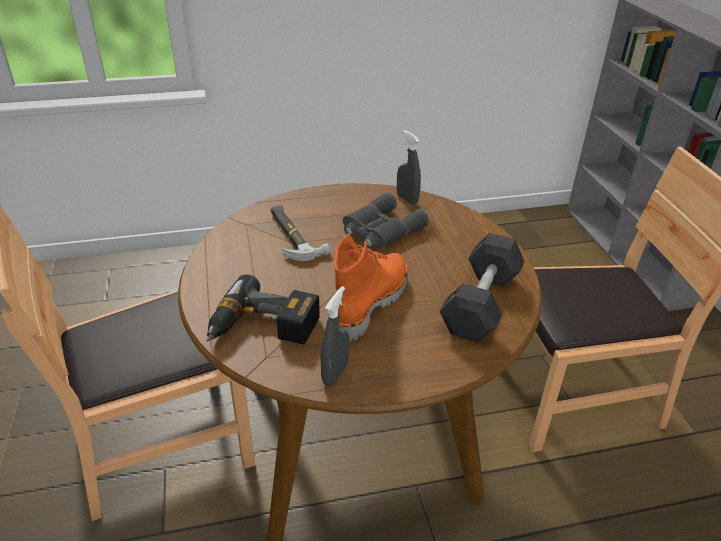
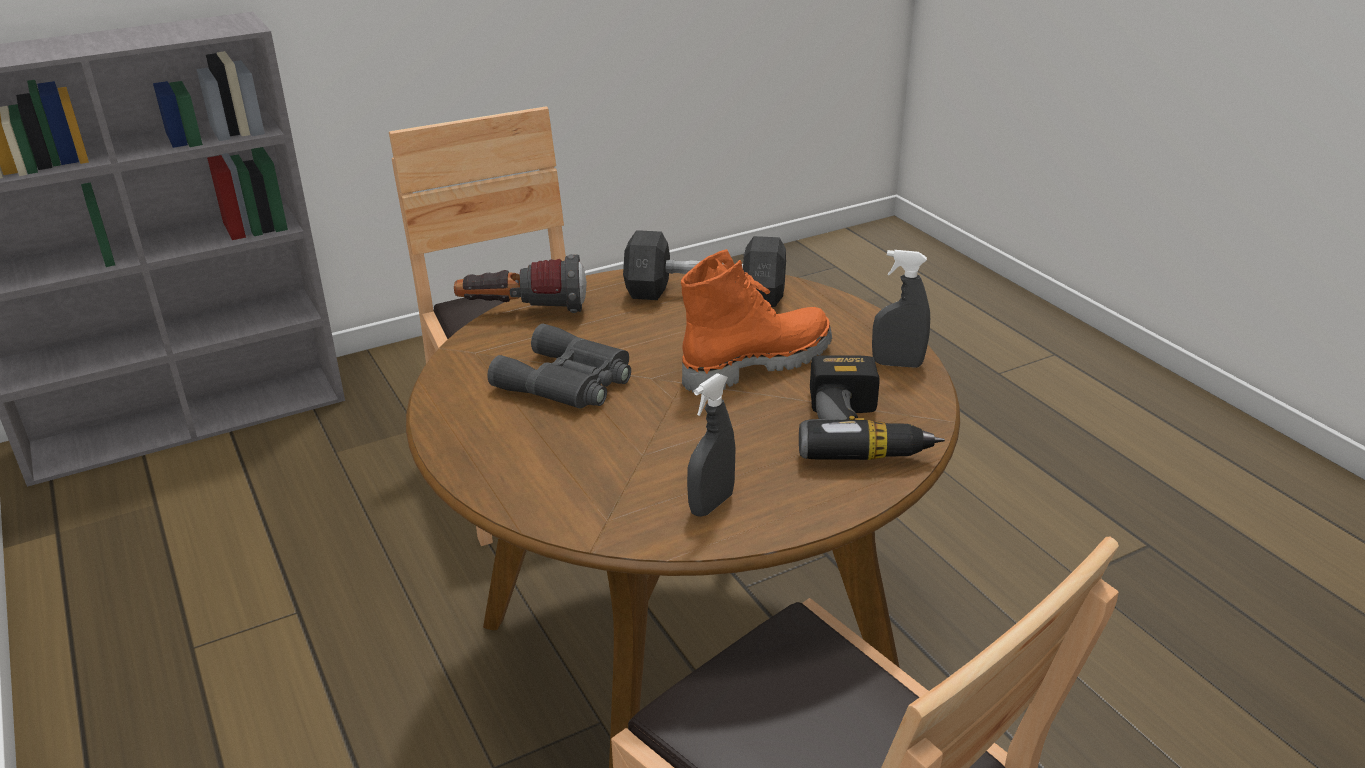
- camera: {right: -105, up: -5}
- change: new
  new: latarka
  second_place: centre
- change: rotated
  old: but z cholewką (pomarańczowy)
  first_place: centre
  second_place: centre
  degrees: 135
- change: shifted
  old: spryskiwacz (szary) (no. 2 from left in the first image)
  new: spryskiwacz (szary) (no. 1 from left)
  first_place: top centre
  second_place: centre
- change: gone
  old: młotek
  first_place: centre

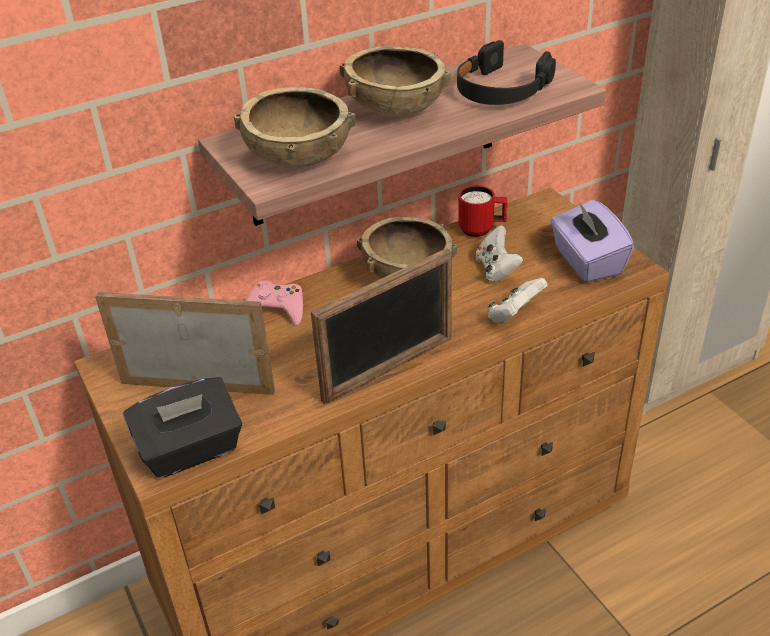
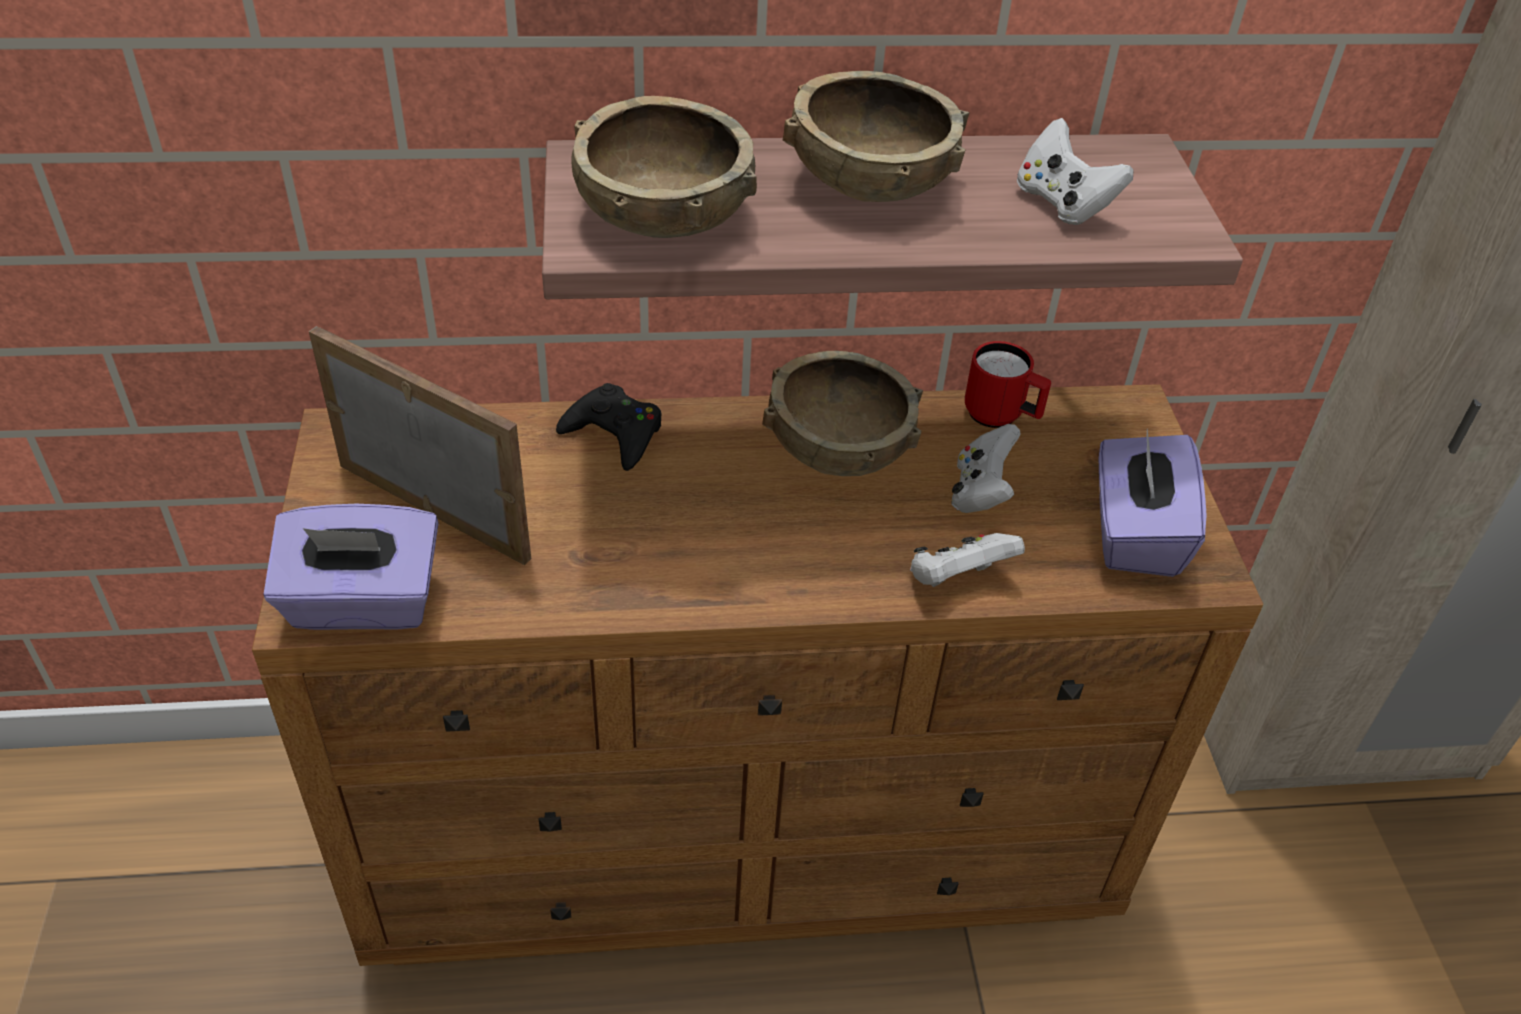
- camera: {right: 20, up: 5}
- change: repainted
  old: pudełko chusteczek (czarny)
  new: pudełko chusteczek (fioletowy) (no. 1 from left)
  first_place: bottom left
  second_place: middle left
- change: repainted
  old: pad do gier (różowy)
  new: pad do gier (czarny)
  first_place: centre
  second_place: centre
- change: swapped
  old: słuchawki (czarny)
  new: pad do gier (biały) (no. 3 from left)
  first_place: top centre
  second_place: top right
- change: gone
  old: ramka na zdjęcie (no. 2 from left)
  first_place: centre

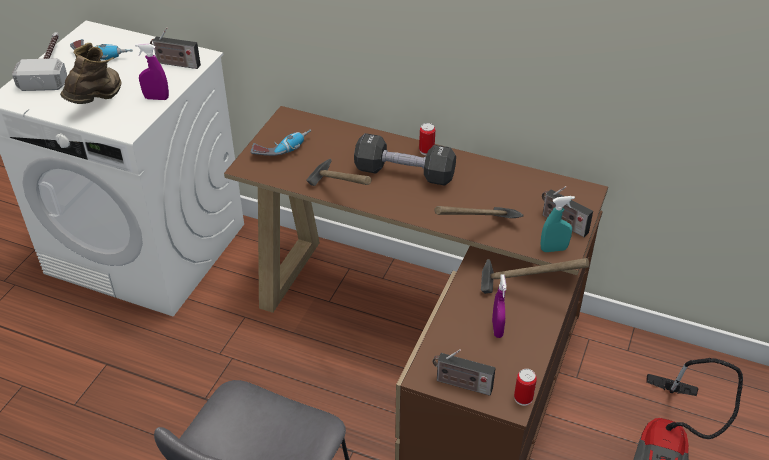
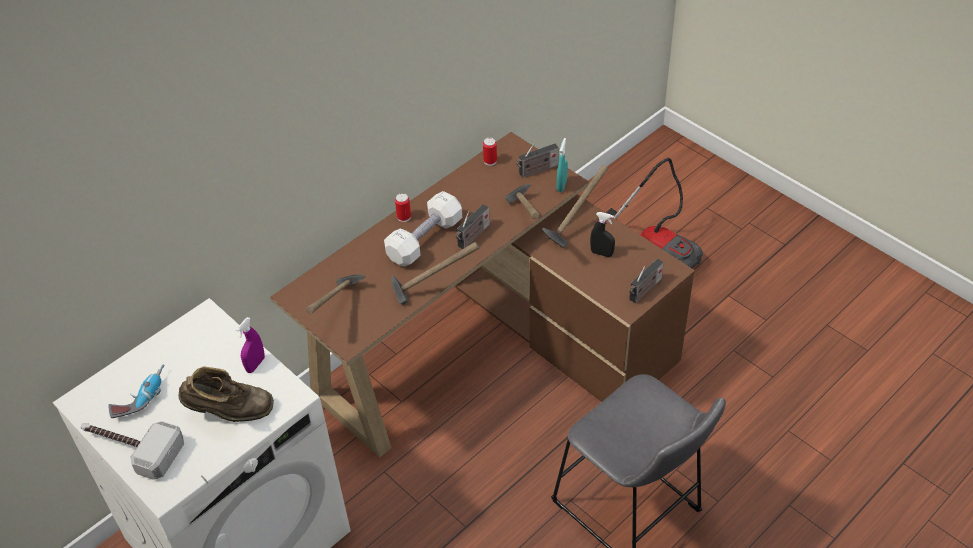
- camera: {right: -65, up: 5}
- change: rotated
  old: but z cholewką (brązowy)
  first_place: top left
  second_place: bottom left
  degrees: 135
- change: swapped
  old: wiertarka (no. 2 from left)
  new: młotek (no. 2 from left)
  first_place: top centre
  second_place: centre
- change: repainted
  old: hantel (czarny)
  new: hantel (biały)
  first_place: centre
  second_place: centre
- change: shifted
  old: radio (no. 1 from left)
  first_place: top left
  second_place: centre
- change: shifted
  old: puszka (no. 2 from left)
  first_place: bottom right
  second_place: top centre
- change: repainted
  old: spryskiwacz (fioletowy) (no. 2 from left)
  new: spryskiwacz (czarny)
  first_place: centre
  second_place: centre

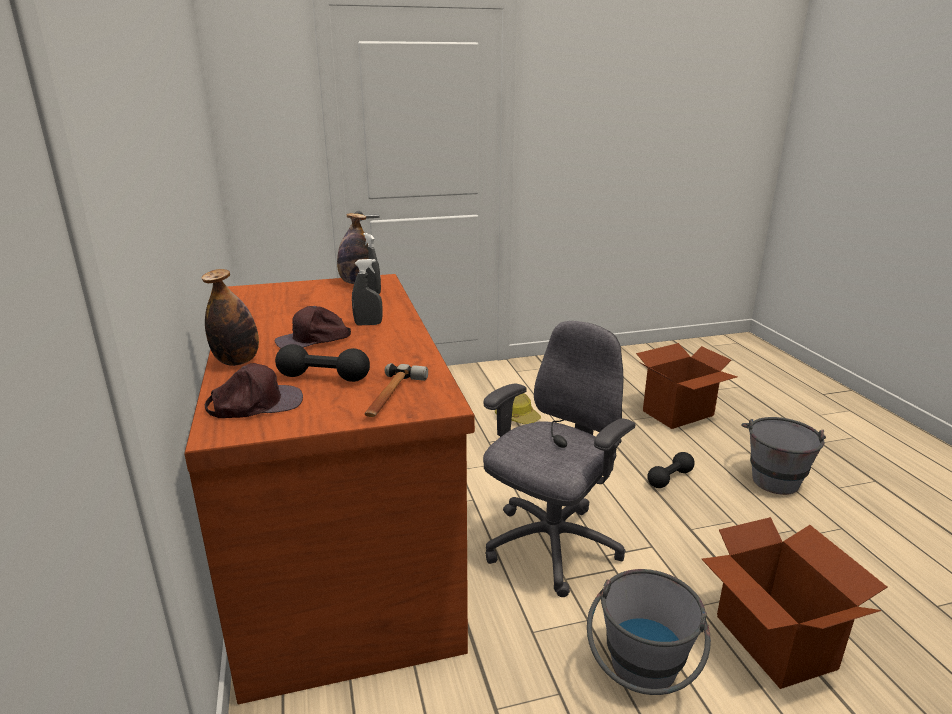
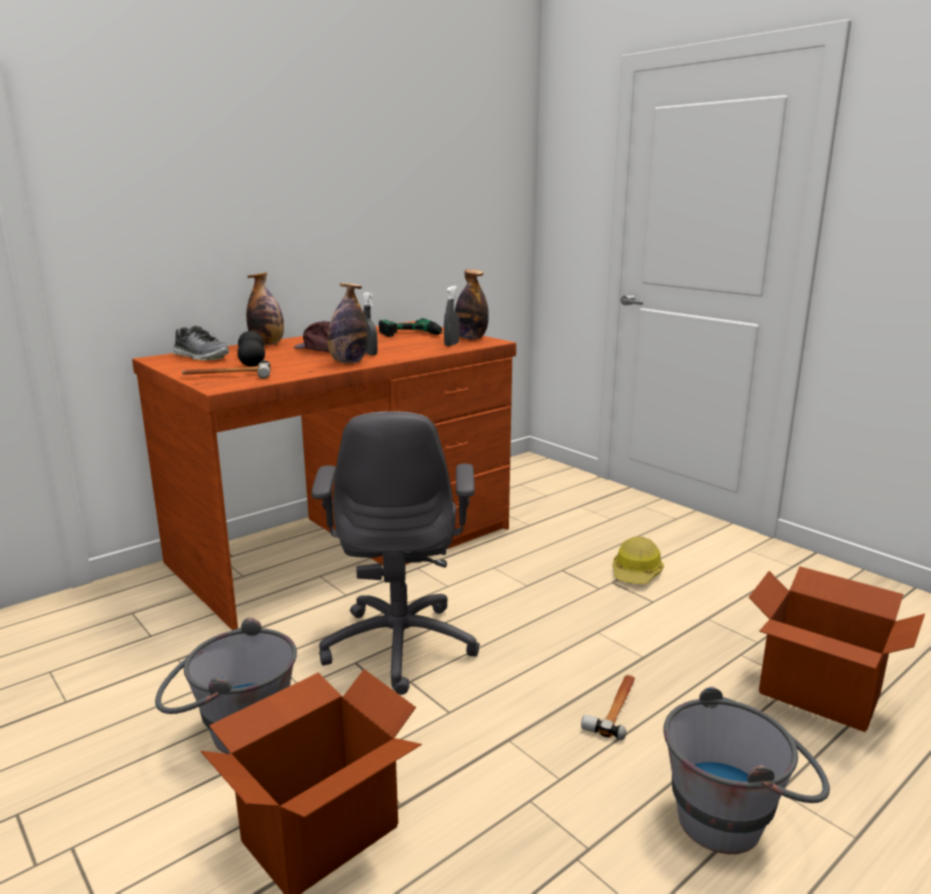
- camera: {right: 65, up: -5}
- change: swapped
  old: czapka z daszkiem (brązowy) (no. 1 from left)
  new: but
  first_place: middle left
  second_place: middle left
- change: rotated
  old: krzesło biurowe (szary)
  first_place: centre
  second_place: centre
  degrees: 75
- change: new
  new: butelka (no. 2 from left)
  second_place: centre
- change: new
  new: wiertarka
  second_place: centre
- change: swapped
  old: hantel (czarny) (no. 2 from left)
  new: młotek (no. 2 from left)
  first_place: middle right
  second_place: bottom centre

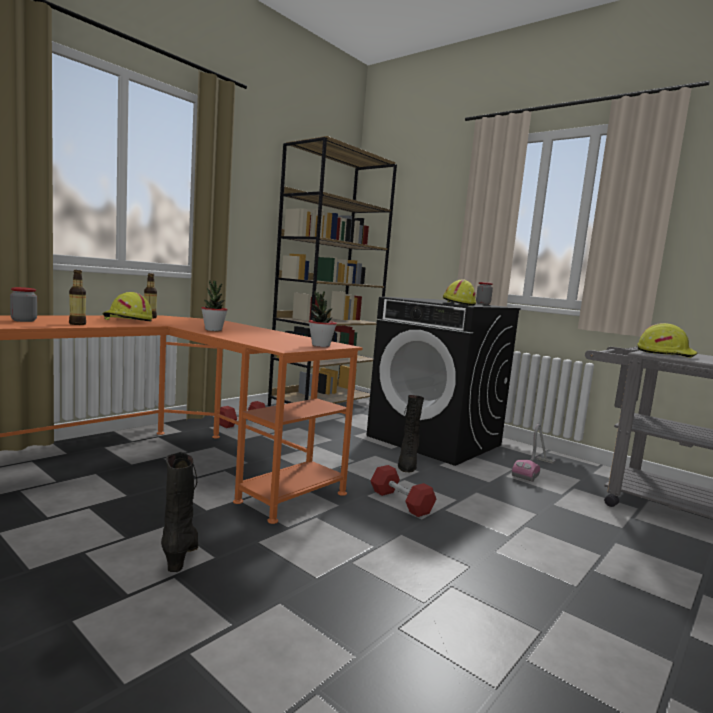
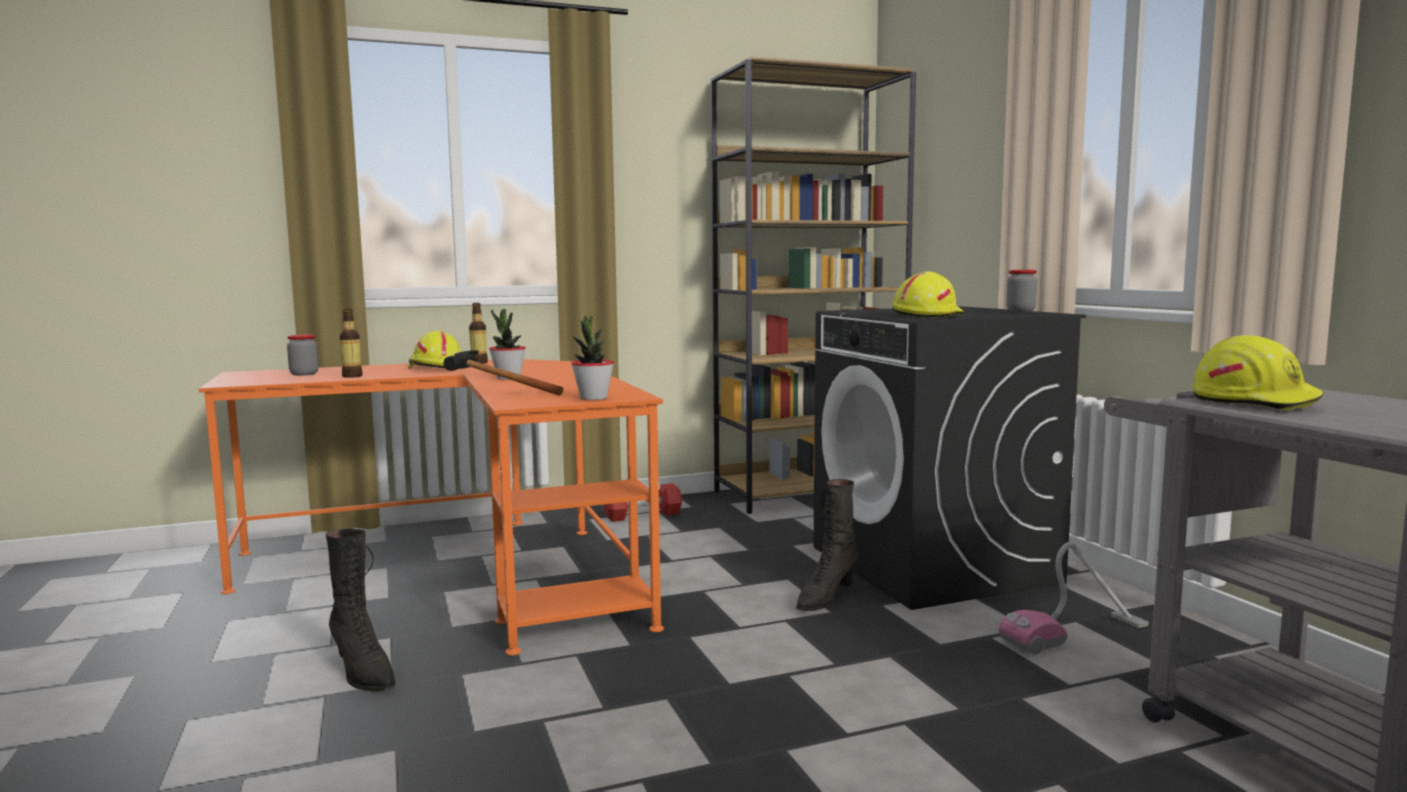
- camera: {right: 30, up: 0}
- change: rotated
  old: but z cholewką (czarny) (no. 1 from left)
  first_place: bottom left
  second_place: bottom left
  degrees: 120
- change: new
  new: młotek
  second_place: centre
- change: gone
  old: hantel (czerwony) (no. 2 from left)
  first_place: bottom centre

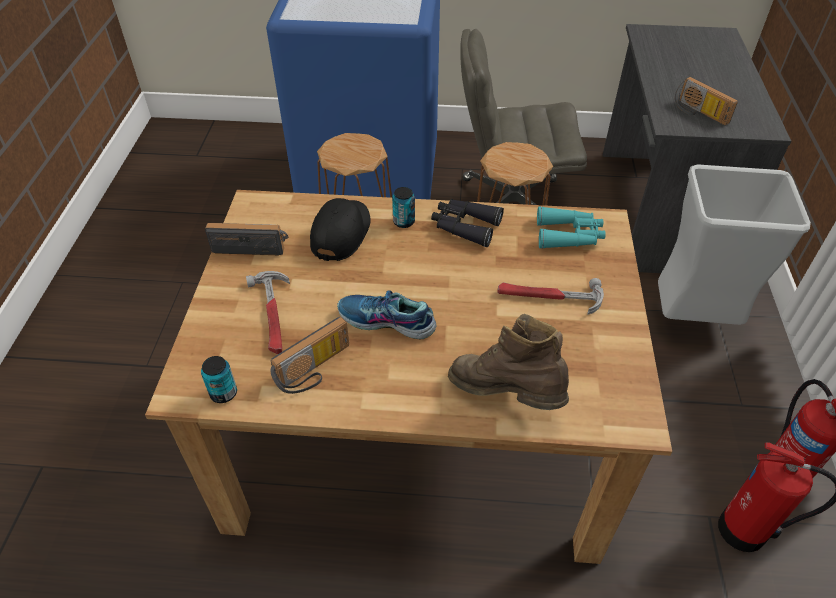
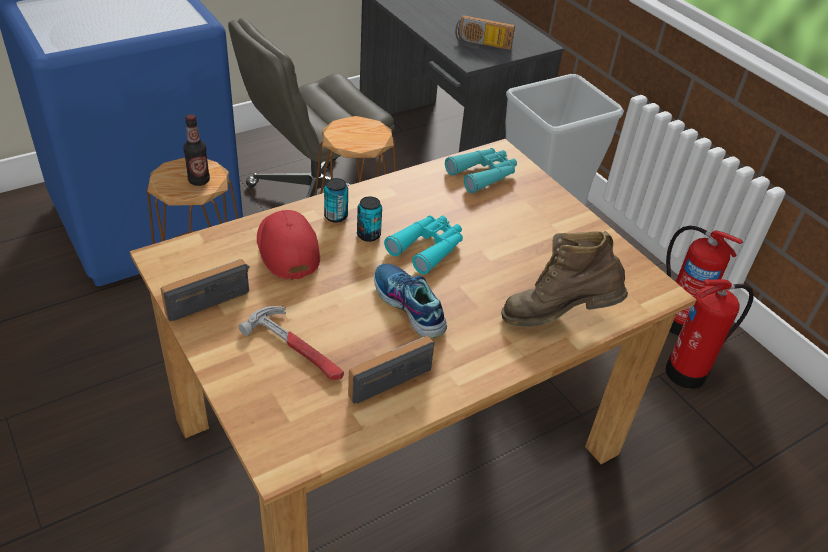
- camera: {right: -40, up: -5}
- change: new
  new: butelka
  second_place: top left
- change: repainted
  old: czapka z daszkiem (czarny)
  new: czapka z daszkiem (czerwony)
  first_place: centre
  second_place: centre
- change: rotated
  old: radio (no. 2 from left)
  first_place: centre
  second_place: bottom centre
  degrees: -135
- change: shifted
  old: puszka (no. 1 from left in the first image)
  new: puszka (no. 2 from left)
  first_place: middle left
  second_place: centre
- change: rotated
  old: but
  first_place: centre
  second_place: centre
  degrees: 75
- change: new
  new: lornetka (turkusowy) (no. 1 from left)
  second_place: centre
- change: gone
  old: lornetka (czarny)
  first_place: centre
- change: gone
  old: młotek (no. 2 from left)
  first_place: centre

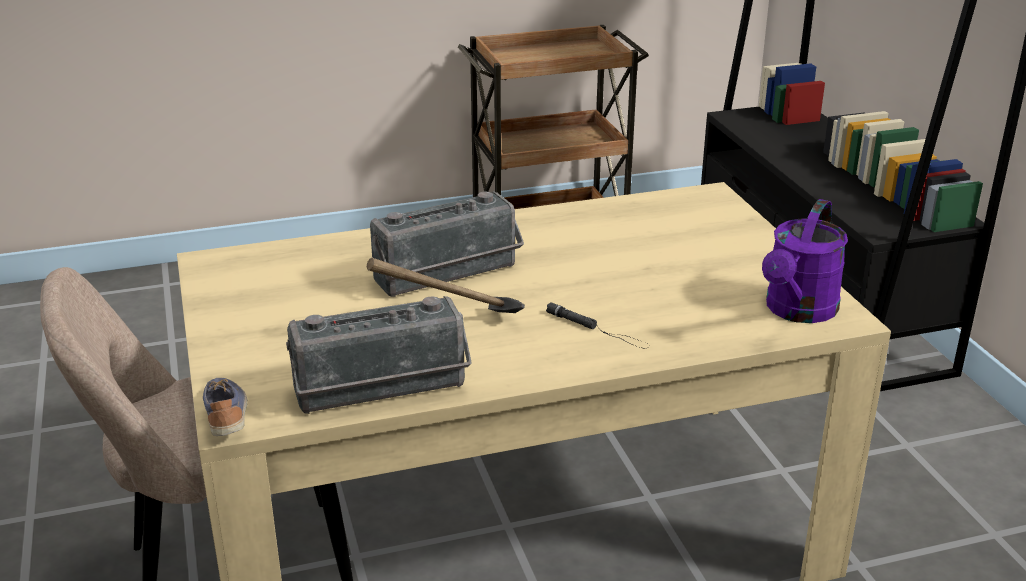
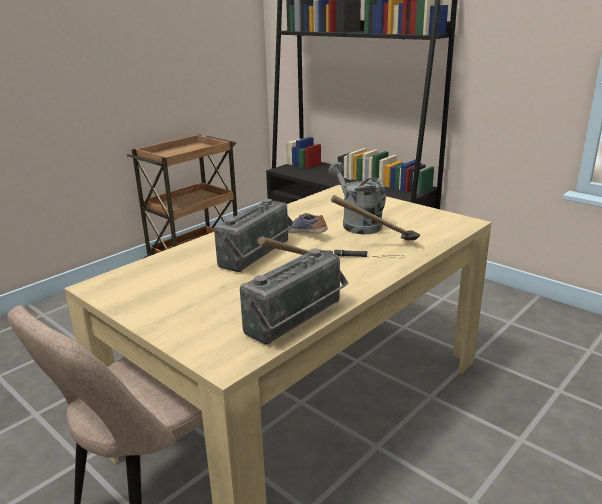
- camera: {right: -30, up: -5}
- change: shifted
  old: but
  first_place: bottom left
  second_place: centre
- change: new
  new: konewka (szary)
  second_place: centre
- change: new
  new: młotek (no. 2 from left)
  second_place: centre
- change: gone
  old: konewka (fioletowy)
  first_place: middle right

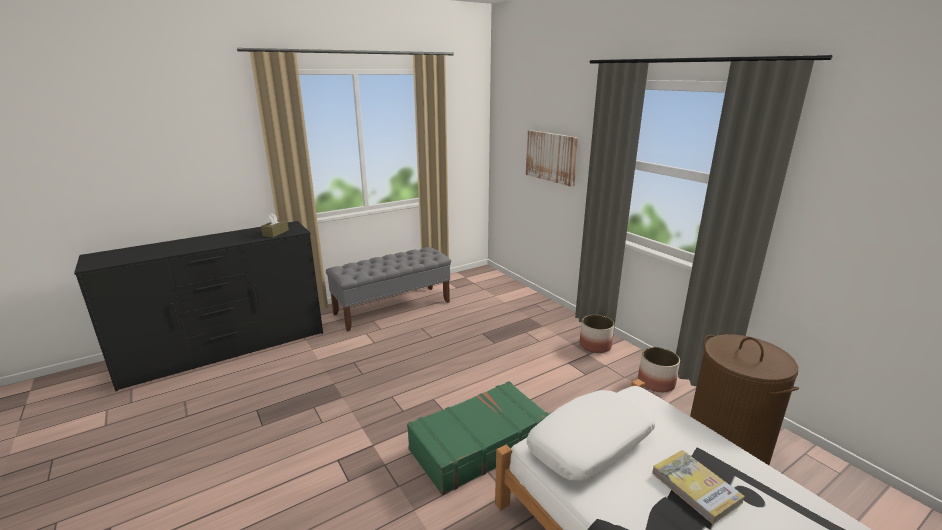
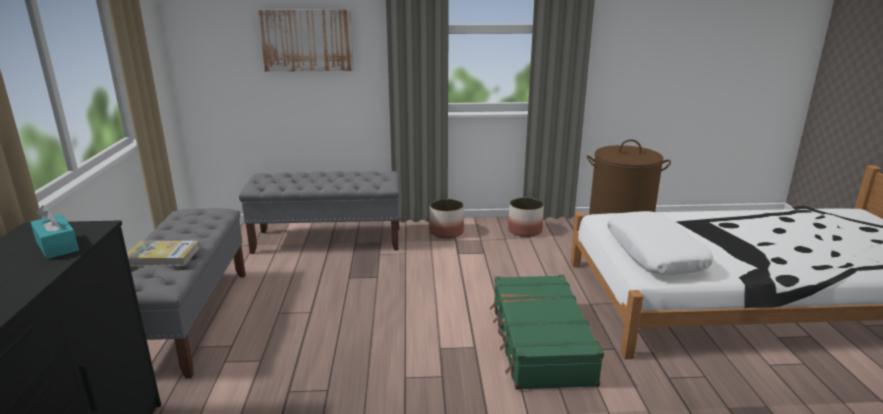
- camera: {right: -60, up: 0}
- change: repainted
  old: pudełko chusteczek (brązowy)
  new: pudełko chusteczek (turkusowy)
  first_place: middle left
  second_place: middle left
- change: shifted
  old: książka
  first_place: bottom right
  second_place: middle left
- change: new
  new: ławka (szary) (no. 2 from left)
  second_place: centre

